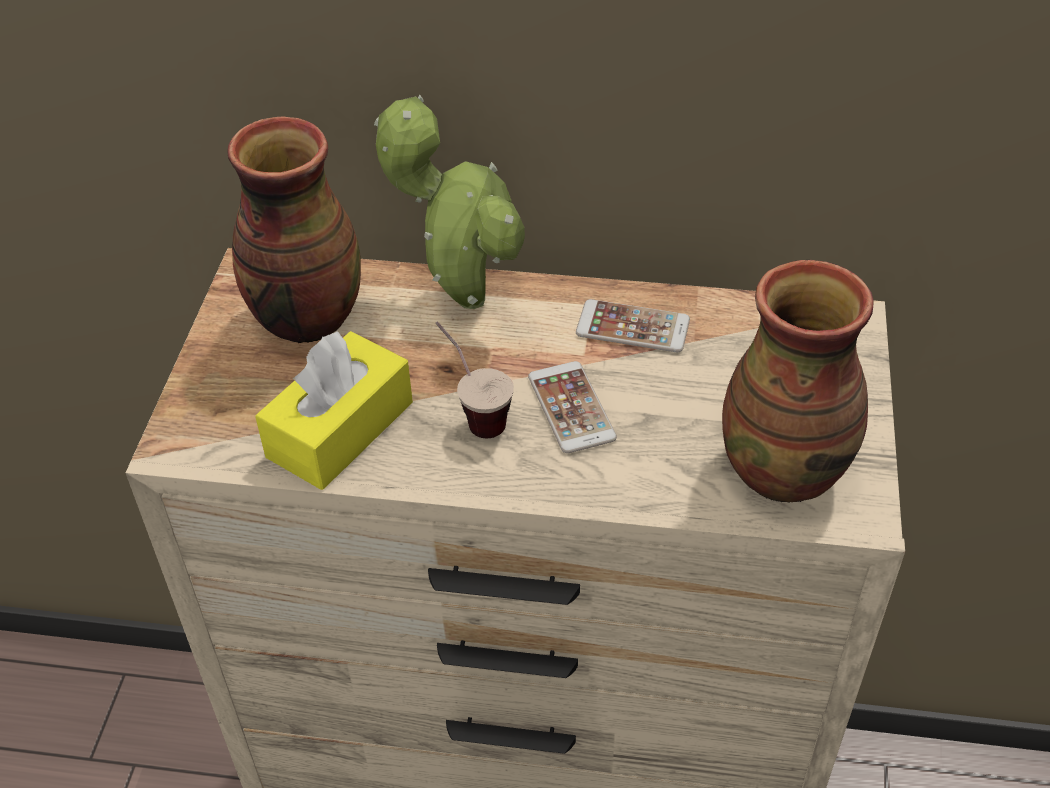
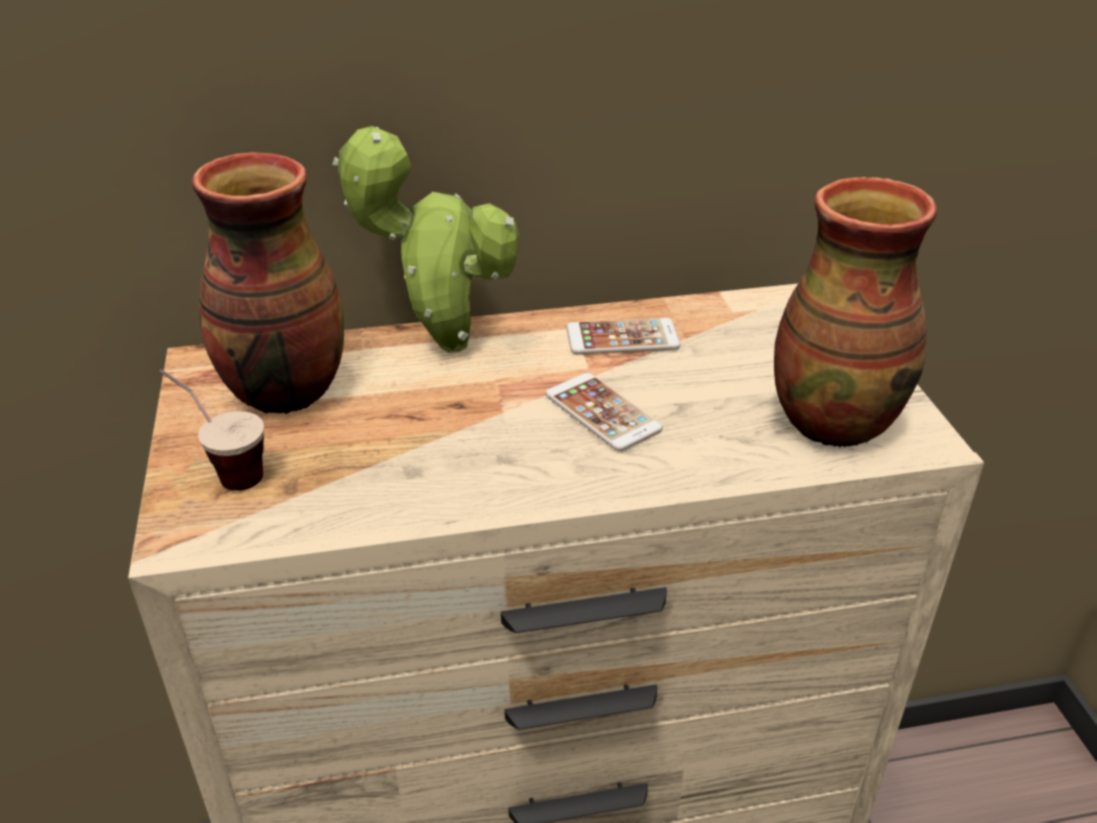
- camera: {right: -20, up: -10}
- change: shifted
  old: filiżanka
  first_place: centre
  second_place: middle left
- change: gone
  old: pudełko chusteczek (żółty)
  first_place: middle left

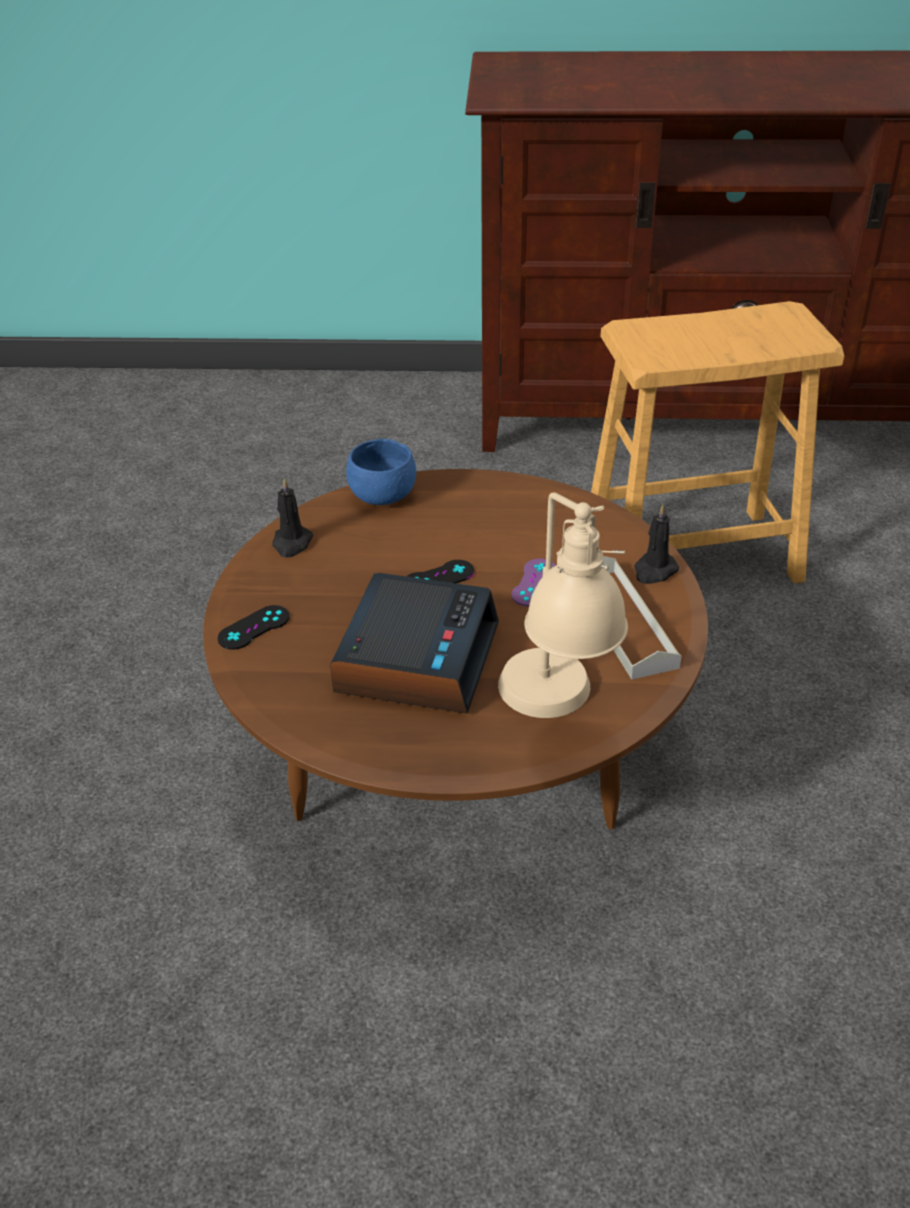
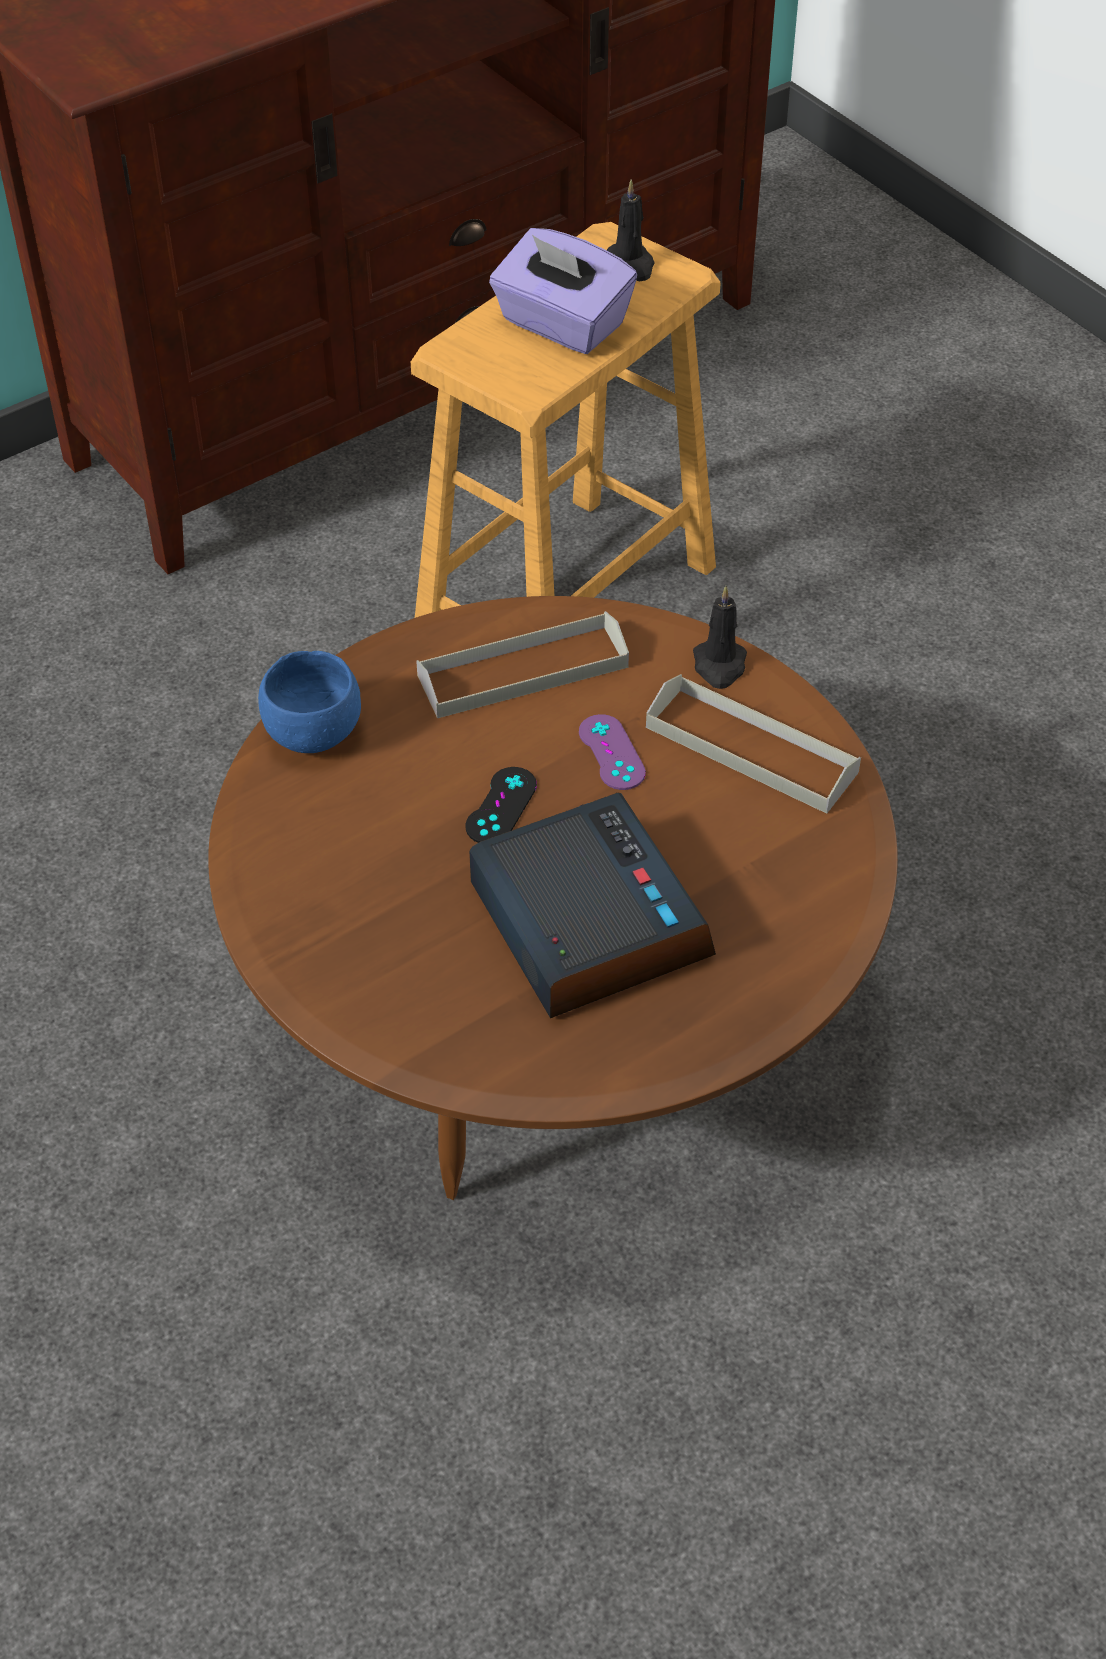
- camera: {right: -40, up: 10}
- change: new
  new: taca (szary) (no. 1 from left)
  second_place: centre
- change: new
  new: pudełko chusteczek (fioletowy)
  second_place: top centre
- change: shifted
  old: świeca (czarny) (no. 1 from left)
  first_place: middle left
  second_place: top centre
- change: gone
  old: pad do gier (czarny) (no. 1 from left)
  first_place: middle left
- change: gone
  old: lampa stołowa (beżowy)
  first_place: centre

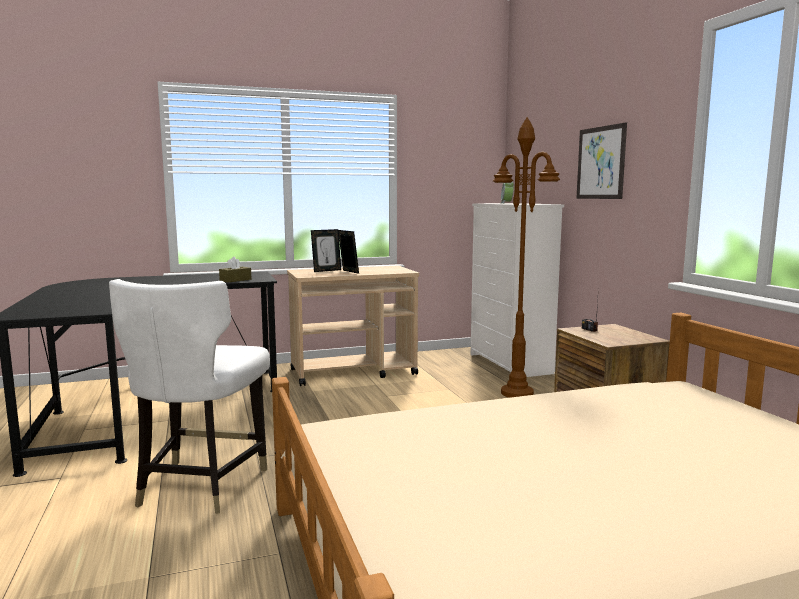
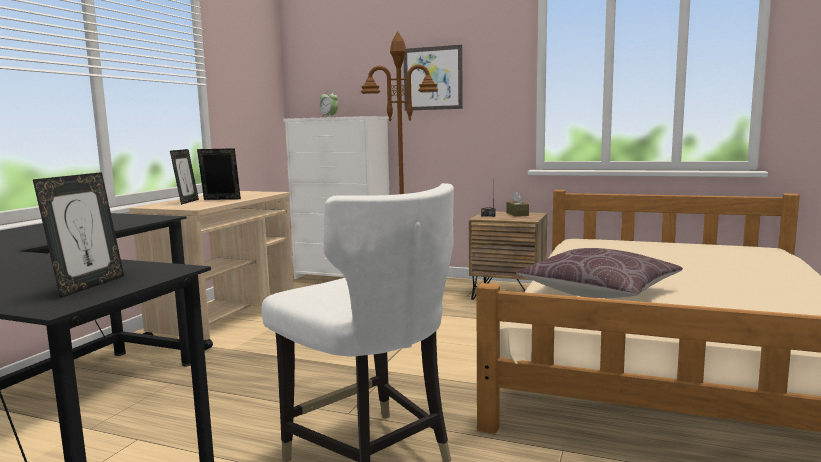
- camera: {right: -50, up: 0}
- change: new
  new: ramka na zdjęcie (no. 1 from left)
  second_place: middle left
- change: shifted
  old: pudełko chusteczek (brązowy)
  first_place: middle left
  second_place: centre
- change: new
  new: poduszka (brązowy)
  second_place: middle right

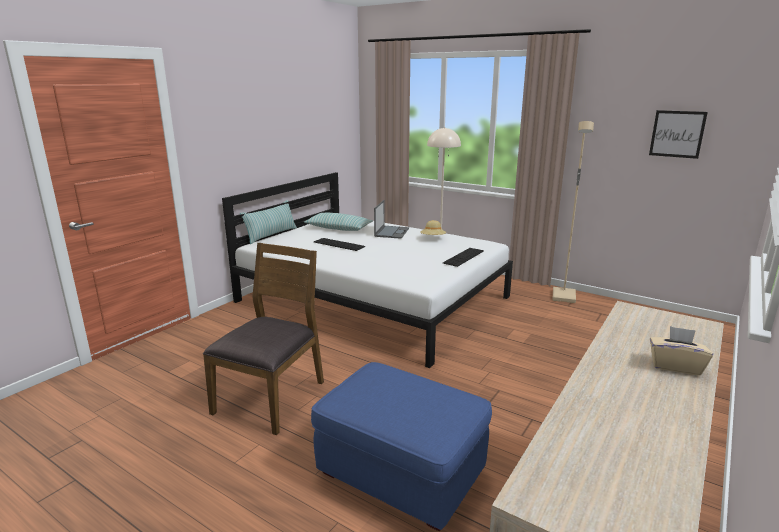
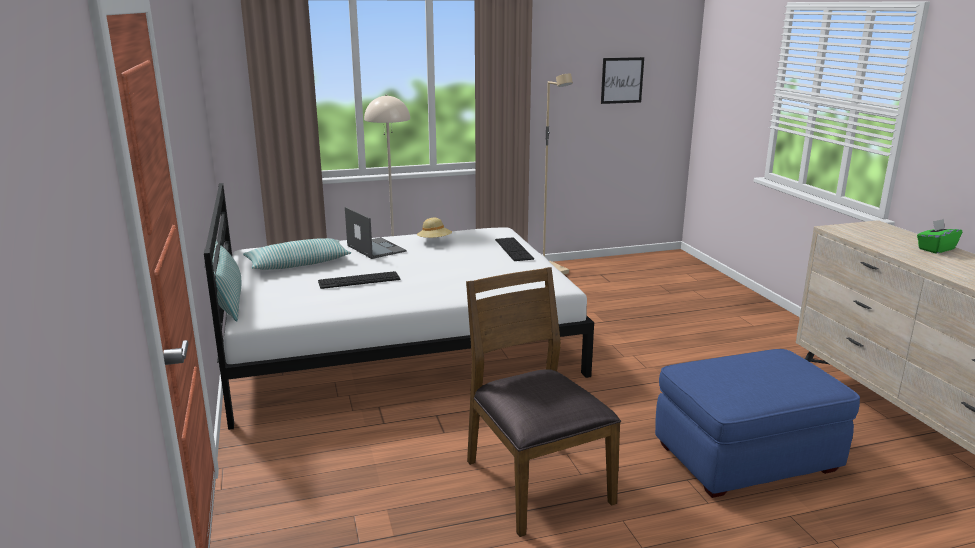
- camera: {right: -50, up: 0}
- change: repainted
  old: pudełko chusteczek (beżowy)
  new: pudełko chusteczek (zielony)
  first_place: middle right
  second_place: middle right

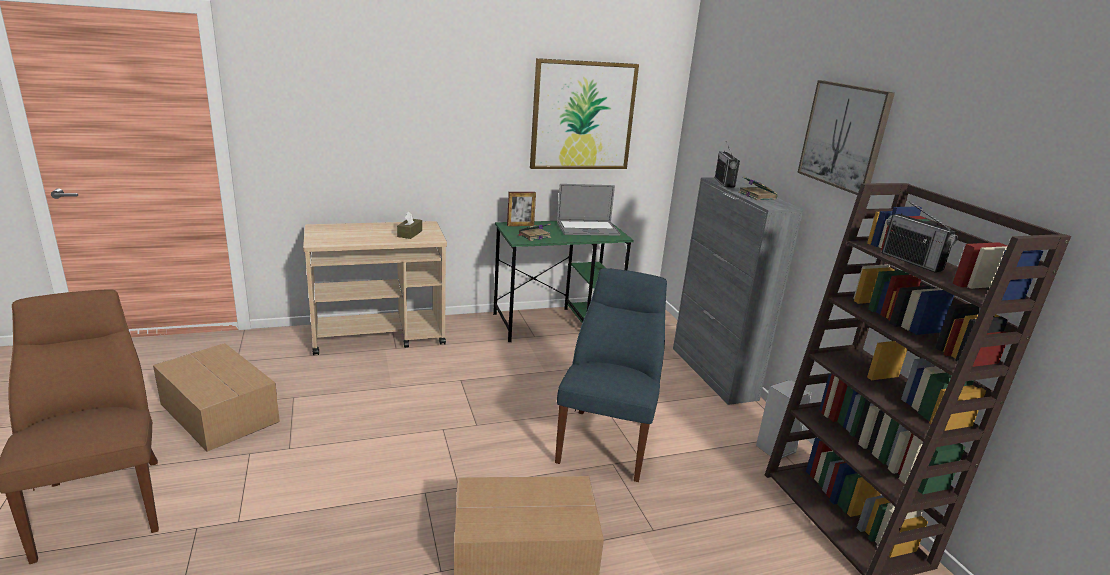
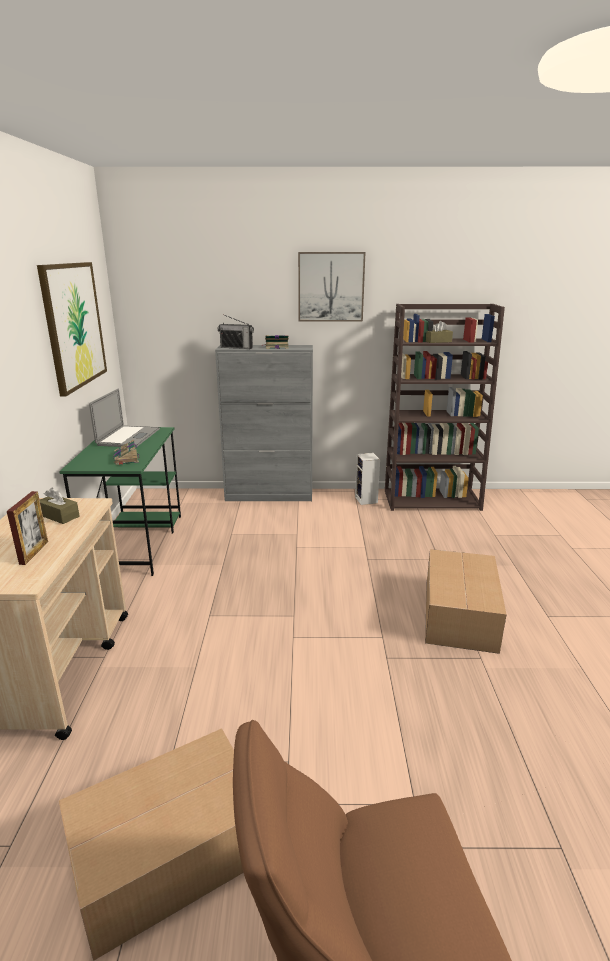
- camera: {right: -70, up: 0}
- change: shifted
  old: ramka na zdjęcie
  first_place: centre
  second_place: middle left
- change: swapped
  old: radio (no. 2 from left)
  new: pudełko chusteczek (brązowy) (no. 2 from left)
  first_place: middle right
  second_place: middle right
- change: gone
  old: krzesło (niebieski)
  first_place: centre

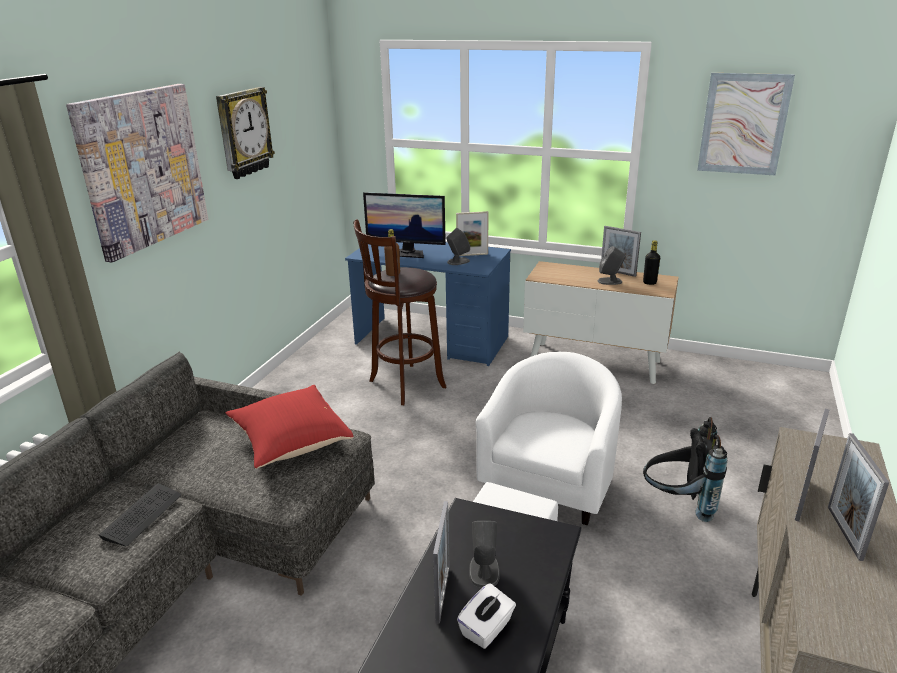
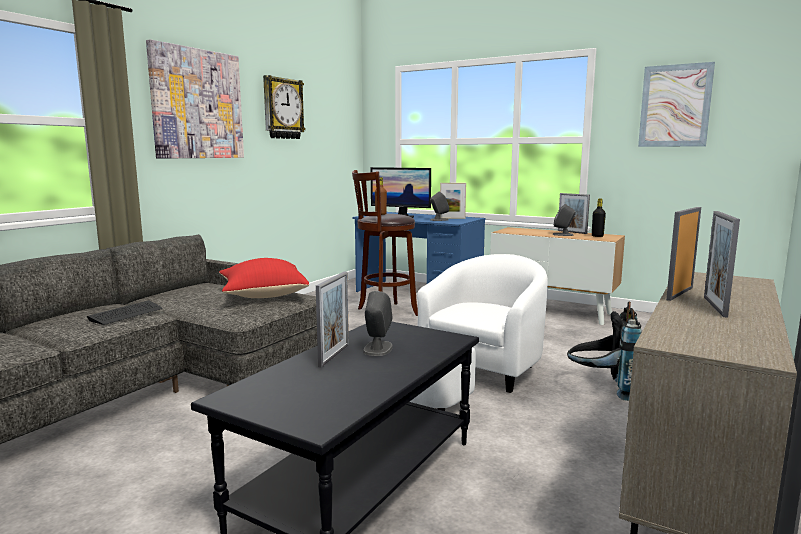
- camera: {right: 10, up: -15}
- change: gone
  old: pudełko chusteczek (biały)
  first_place: bottom centre

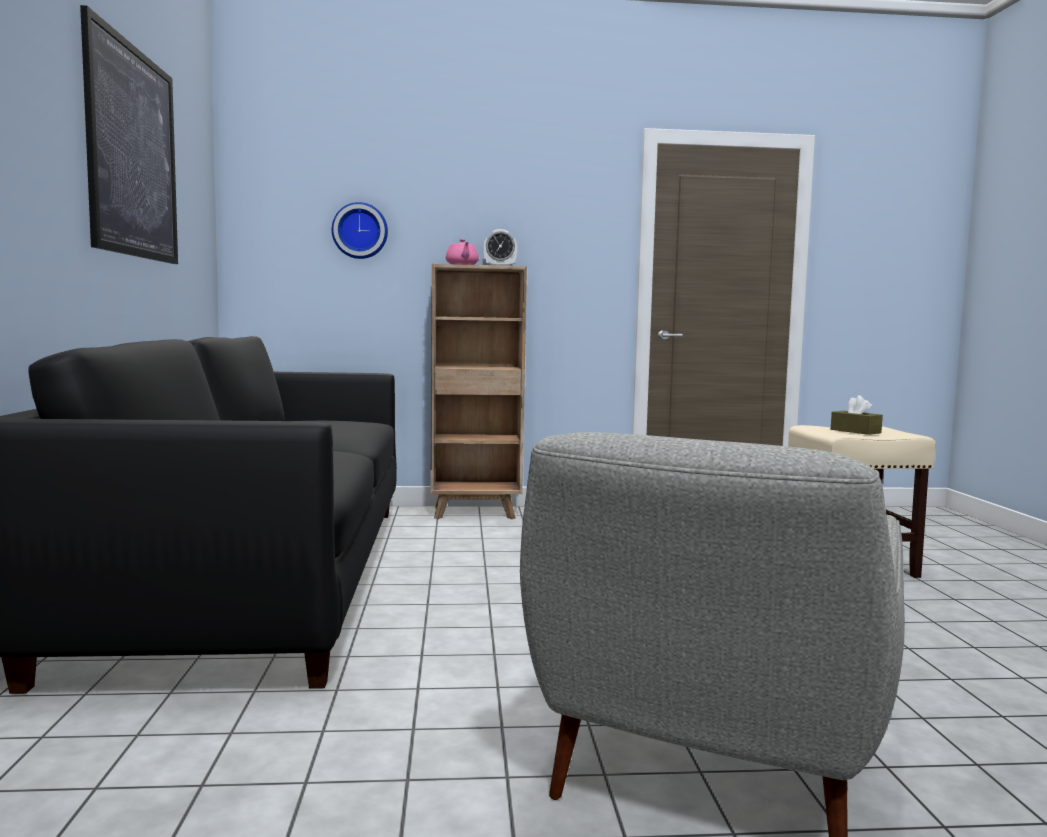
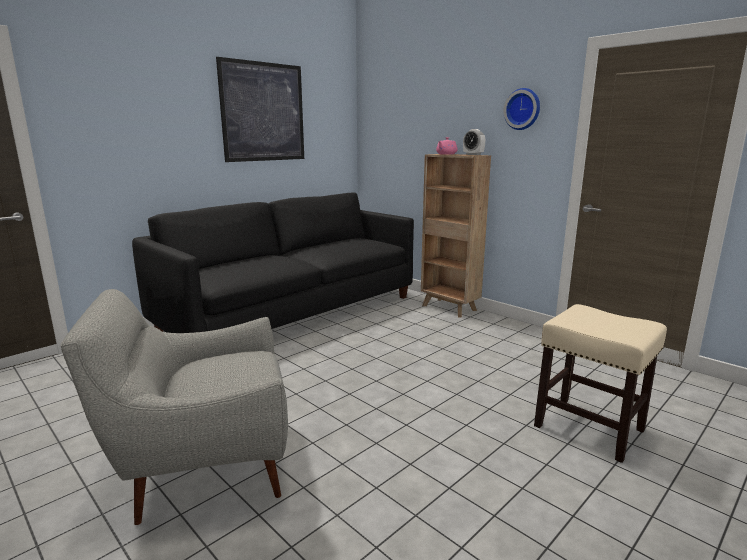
- camera: {right: 50, up: 10}
- change: shifted
  old: zegar ścienny
  first_place: top centre
  second_place: top right
- change: gone
  old: pudełko chusteczek (brązowy)
  first_place: middle right

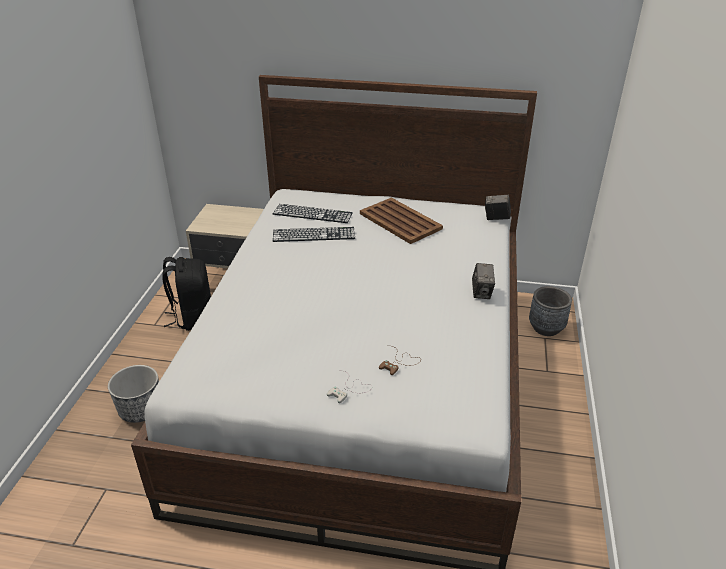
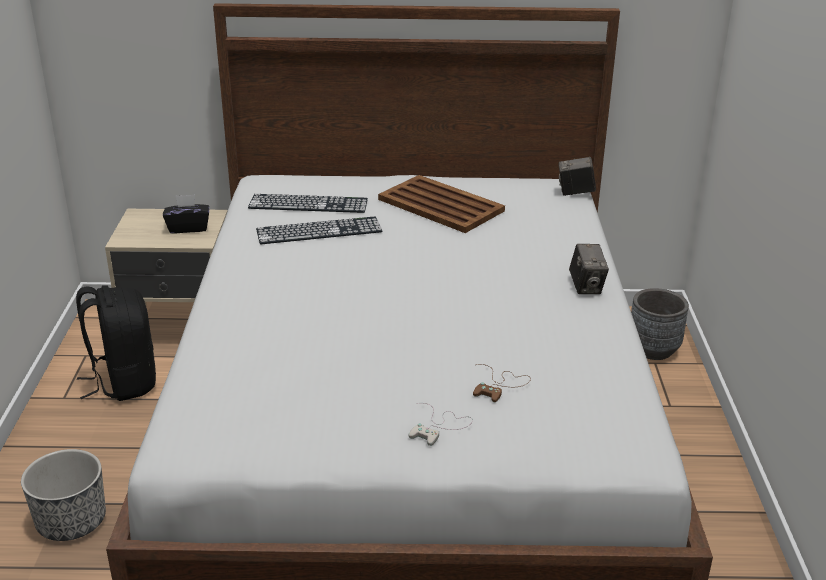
- camera: {right: -10, up: -5}
- change: new
  new: pudełko chusteczek (czarny)
  second_place: middle left

